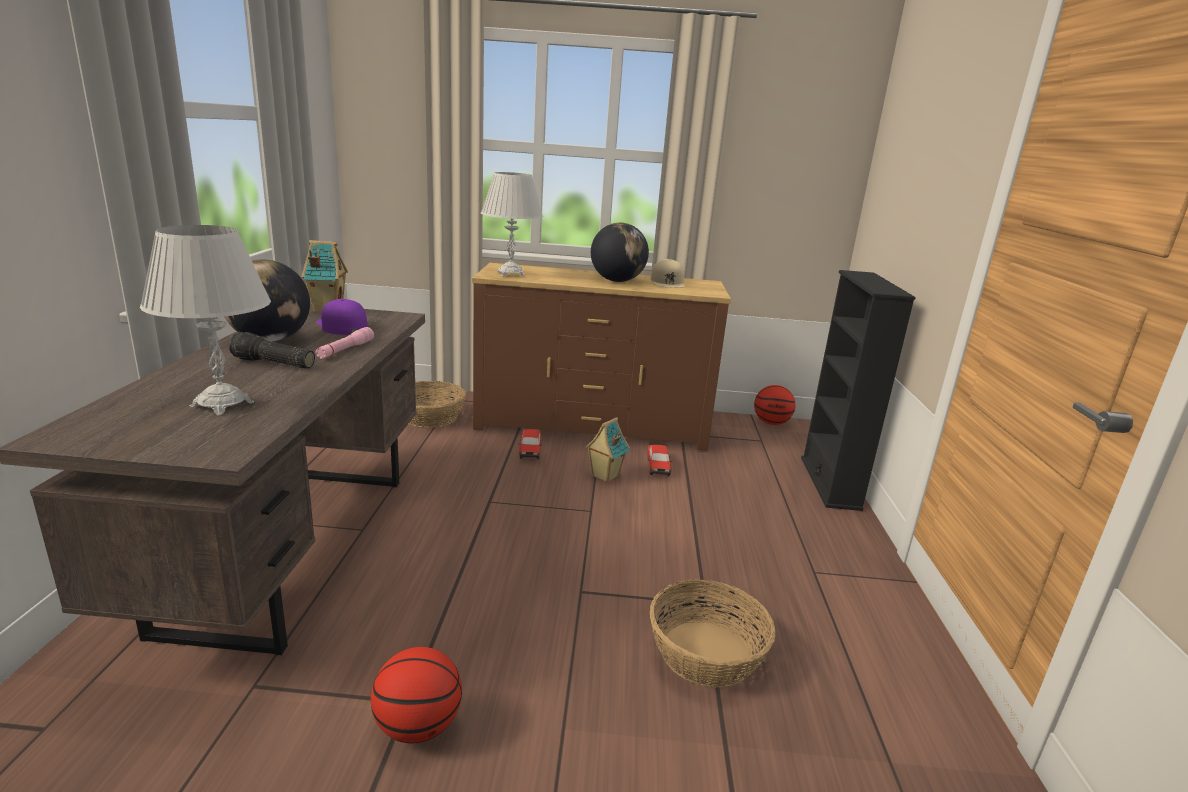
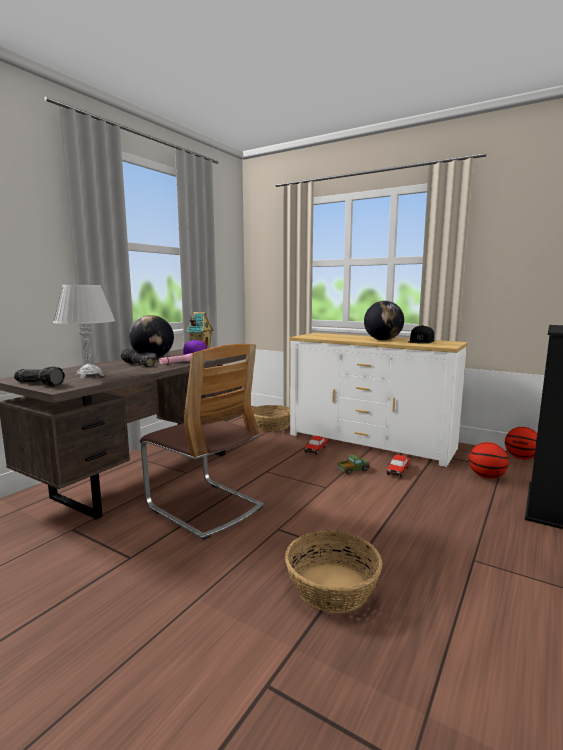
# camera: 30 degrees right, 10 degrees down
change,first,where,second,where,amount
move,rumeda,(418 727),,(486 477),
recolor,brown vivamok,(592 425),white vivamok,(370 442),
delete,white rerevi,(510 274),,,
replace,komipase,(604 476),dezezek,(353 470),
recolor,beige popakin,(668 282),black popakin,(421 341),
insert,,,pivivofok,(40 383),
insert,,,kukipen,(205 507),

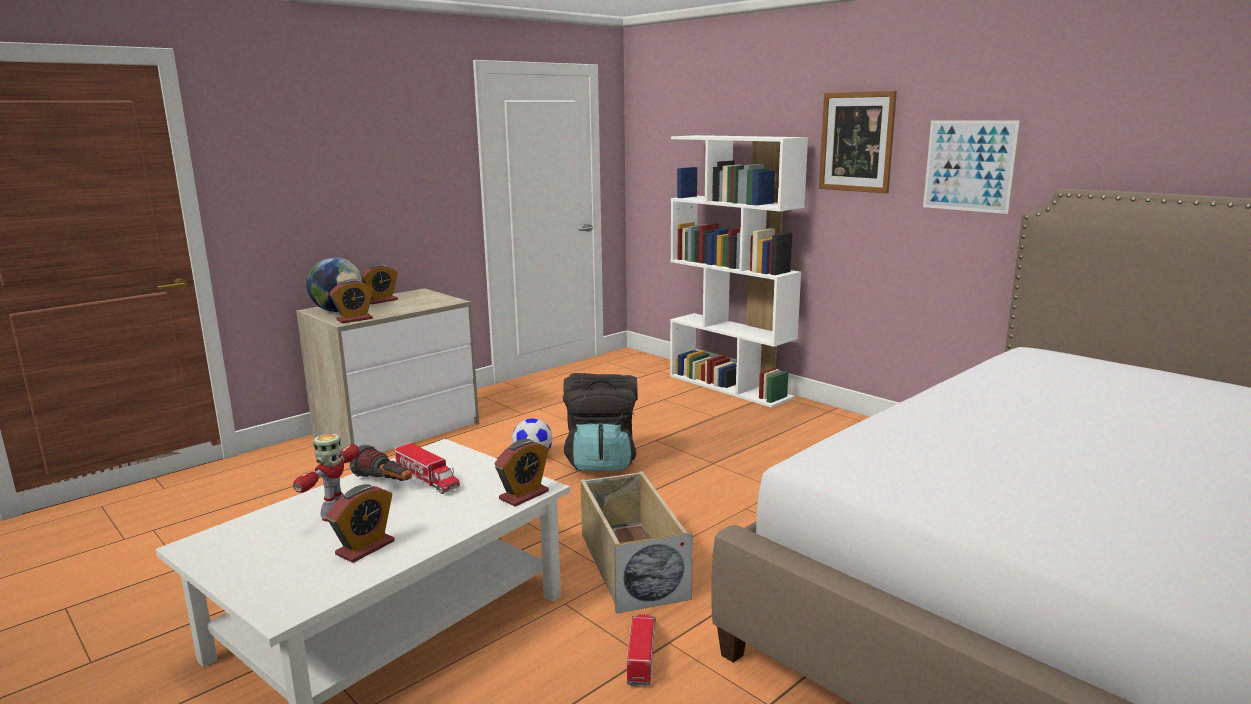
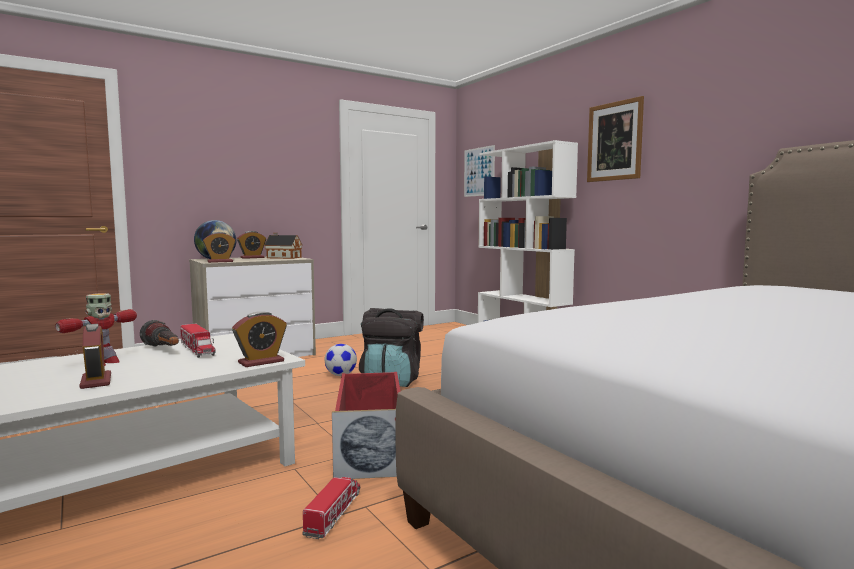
# camera: 10 degrees right, 10 degrees down
change,first,where,second,where,amount
rotate,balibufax,(365 548),,(96 381),75 degrees counterclockwise
recolor,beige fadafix,(631 565),red fadafix,(370 447),
move,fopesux,(969 166),,(479 172),
insert,,,komipase,(283 257),

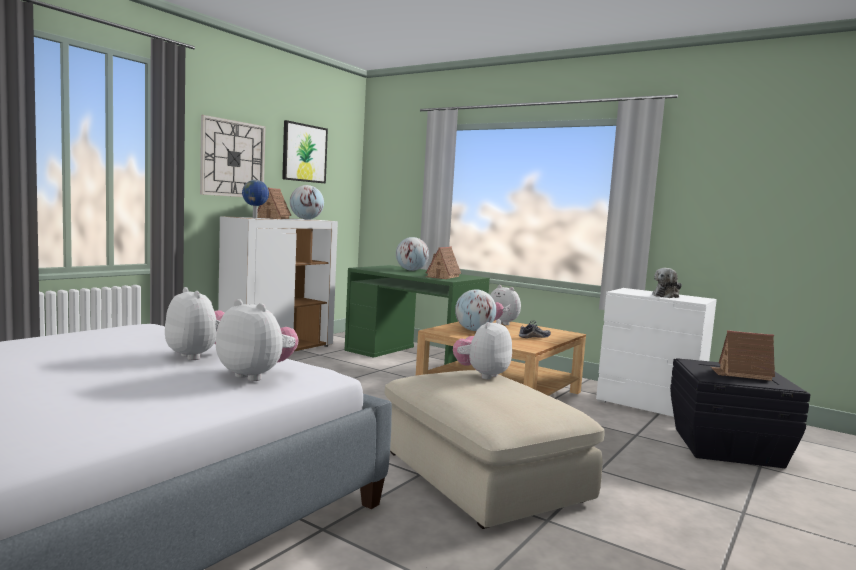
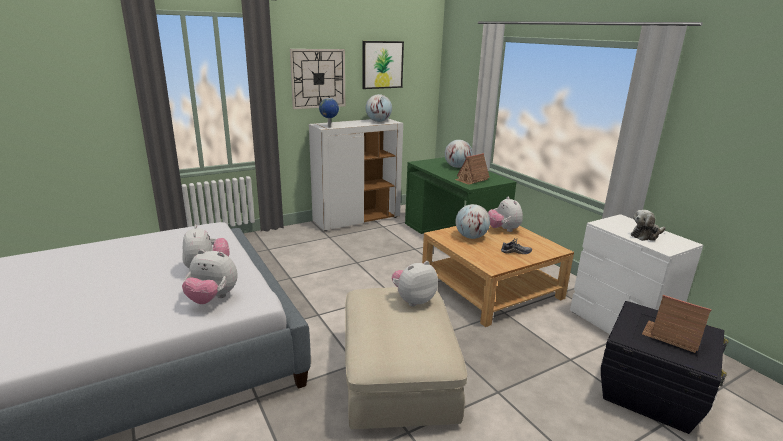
# camera: 25 degrees right, 15 degrees up
change,first,where,second,where,amount
rotate,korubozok,(256 375),,(212 299),135 degrees clockwise
delete,komipase,(272 218),,,

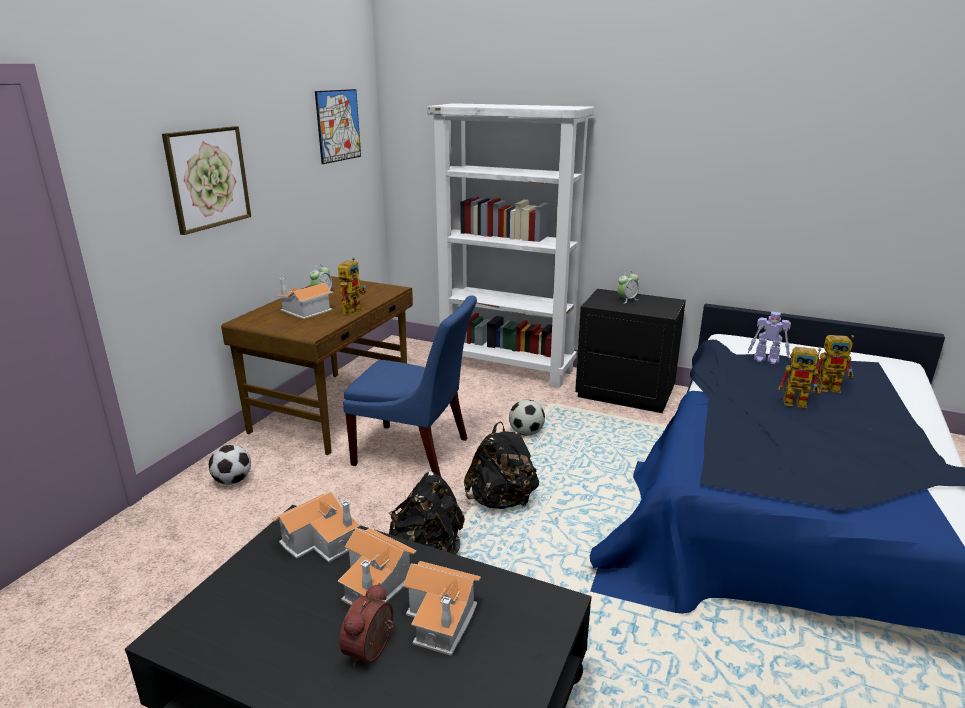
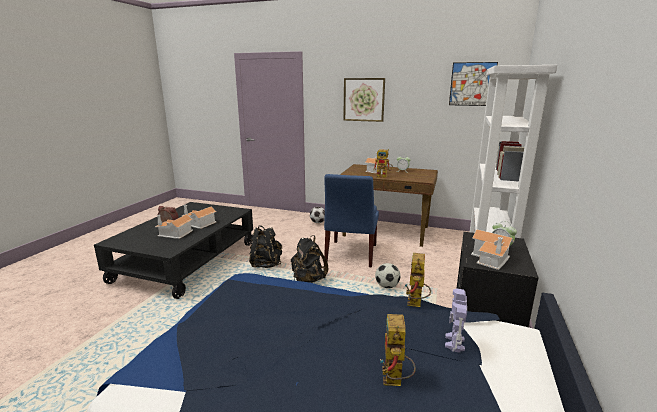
# camera: 85 degrees right, 5 degrees down
change,first,where,second,where,amount
move,komipase,(322 540),,(491 259),
move,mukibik,(800 403),,(416 304),

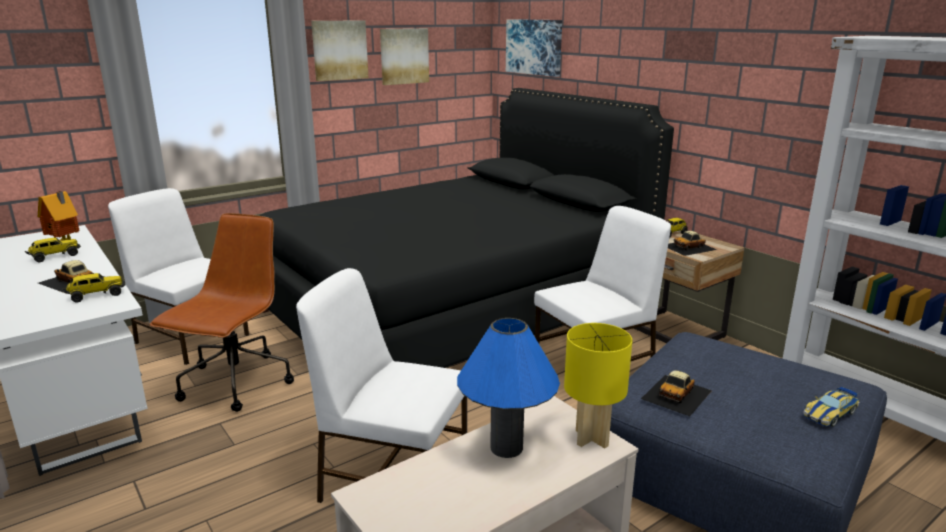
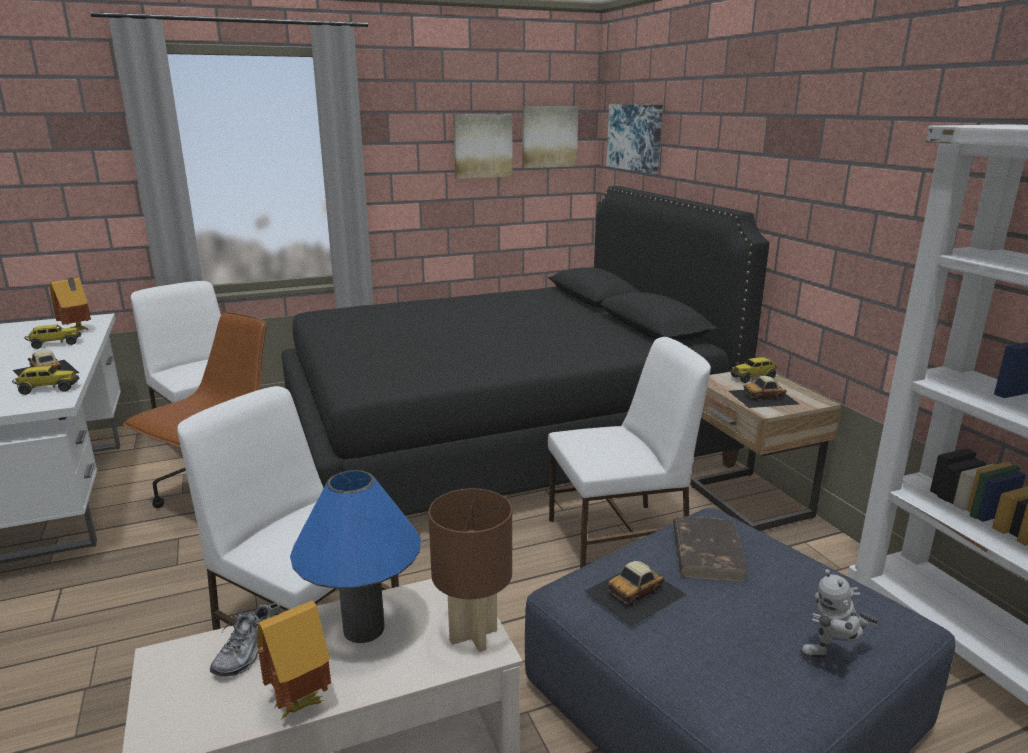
# camera: 15 degrees right, 0 degrees up
change,first,where,second,where,amount
move,fopesux,(339 50),,(549 136),
recolor,yellow rerevi,(592 438),brown rerevi,(474 636),
replace,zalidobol,(830 413),mukibik,(834 656),
insert,,,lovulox,(246 651),
insert,,,komipase,(297 701),
insert,,,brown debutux,(707 552),

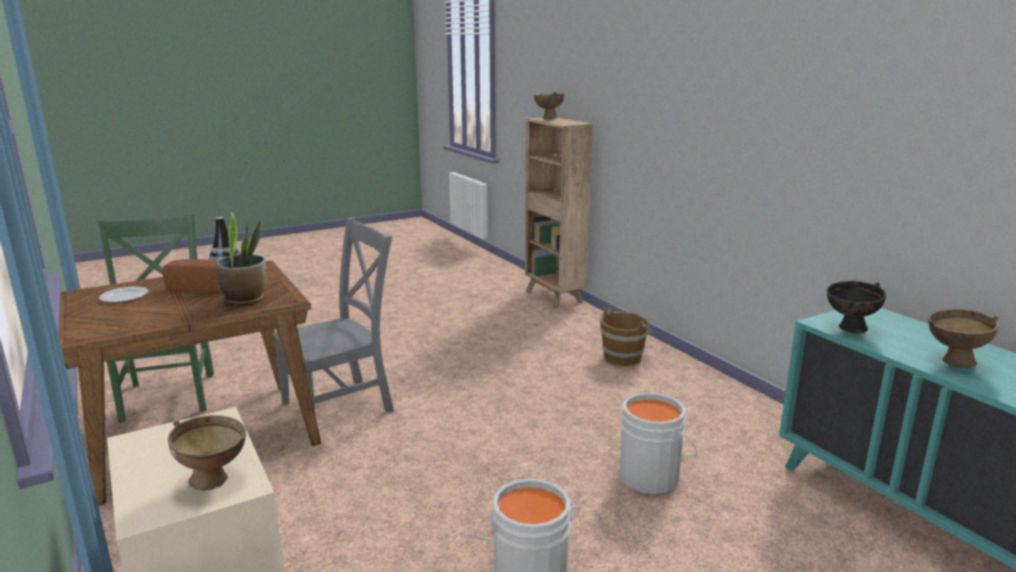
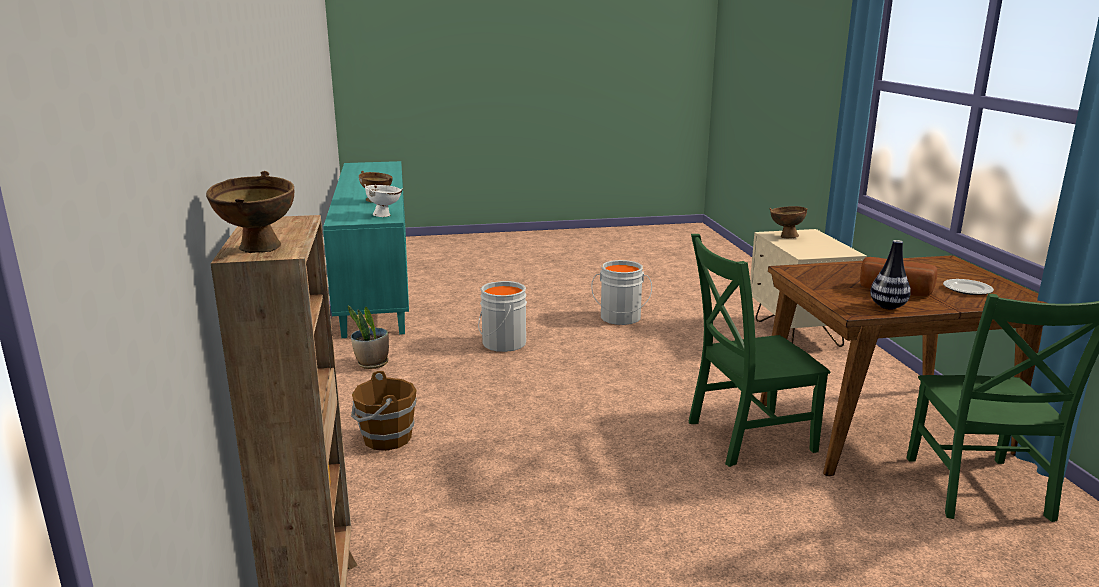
# camera: 160 degrees left, 0 degrees up
change,first,where,second,where,amount
move,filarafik,(245 299),,(372 364),
recolor,grey kukipen,(342 406),green kukipen,(745 437),
recolor,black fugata,(848 329),white fugata,(385 215),

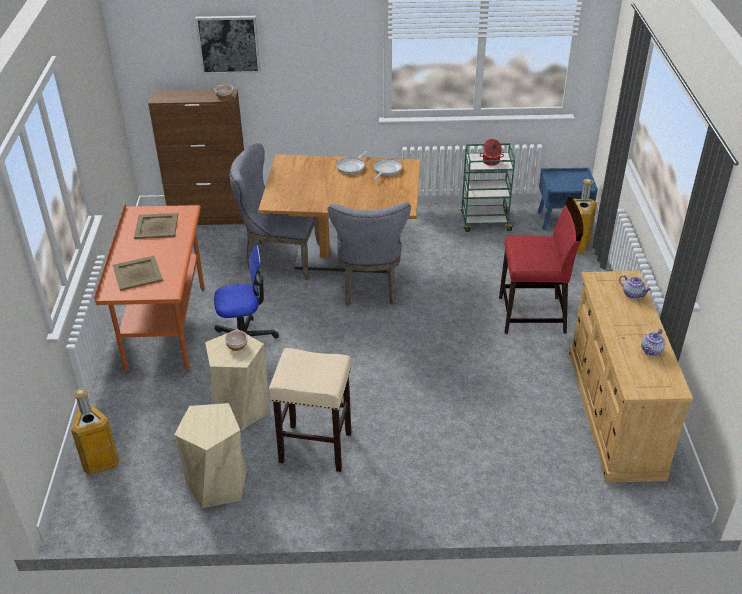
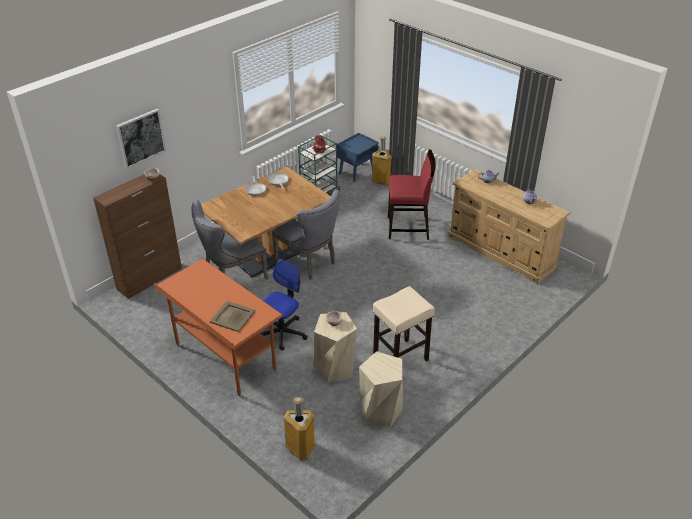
# camera: 45 degrees left, 0 degrees up
change,first,where,second,where,amount
delete,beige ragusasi,(156 226),,,
rotate,red kukipen,(533 315),,(408 228),45 degrees clockwise

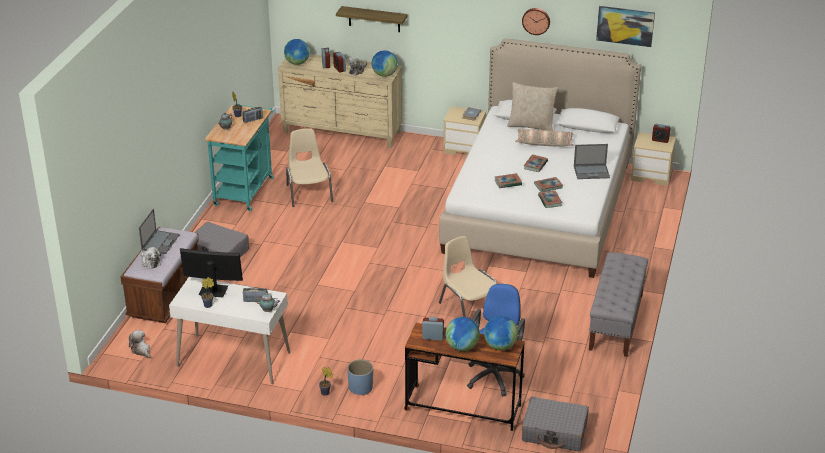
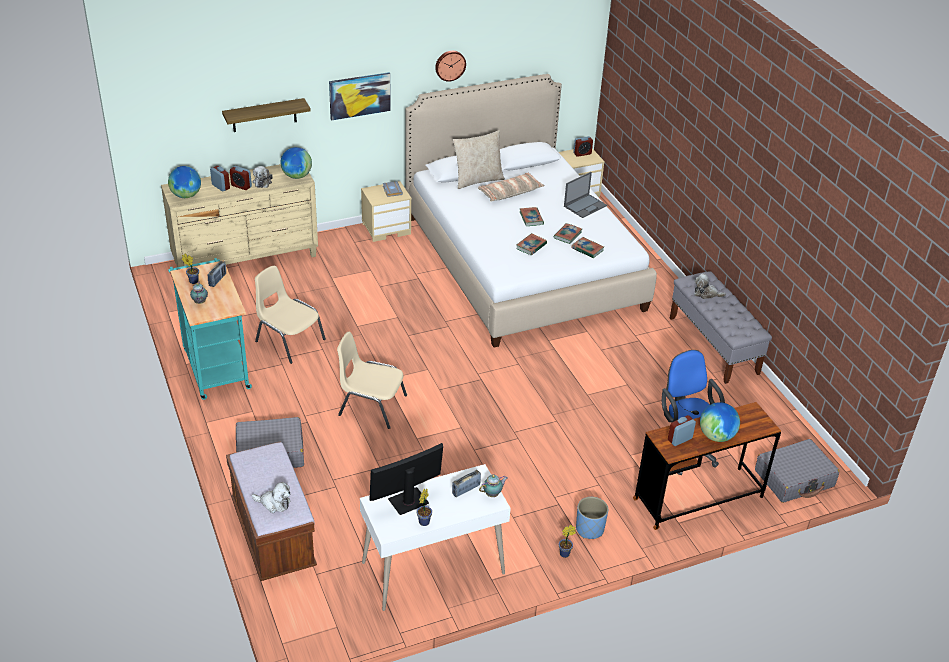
# camera: 40 degrees left, 5 degrees up
change,first,where,second,where,amount
move,korubozok,(141 350),,(706 294),
delete,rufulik,(160 242),,,
move,beige kukipen,(469 306),,(371 405),
delete,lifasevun,(500 346),,,
move,fopesux,(625 25),,(359 95),

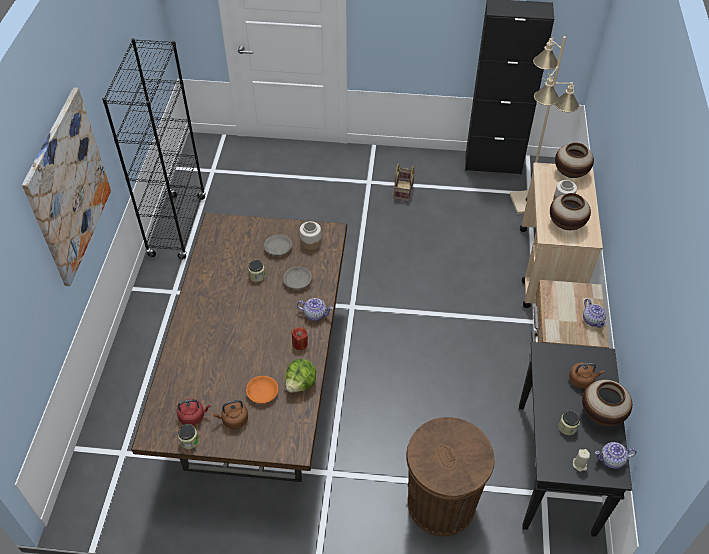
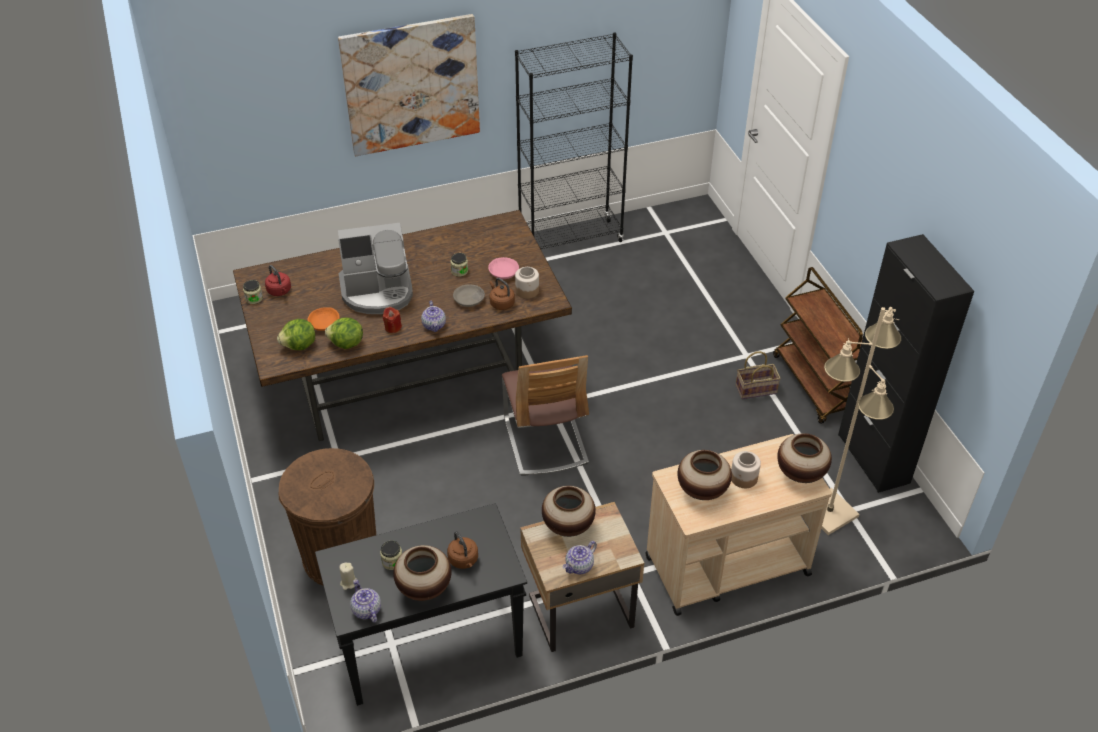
# camera: 65 degrees right, 5 degrees down
change,first,where,second,where,amount
move,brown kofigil,(233 420),,(501 303),
recolor,grey fugata,(278 249),pink fugata,(503 272),
insert,,,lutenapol,(299 346),
insert,,,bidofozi,(378 292),
insert,,,kukipen,(545 440),
insert,,,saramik,(568 526),
insert,,,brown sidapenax,(816 385),

